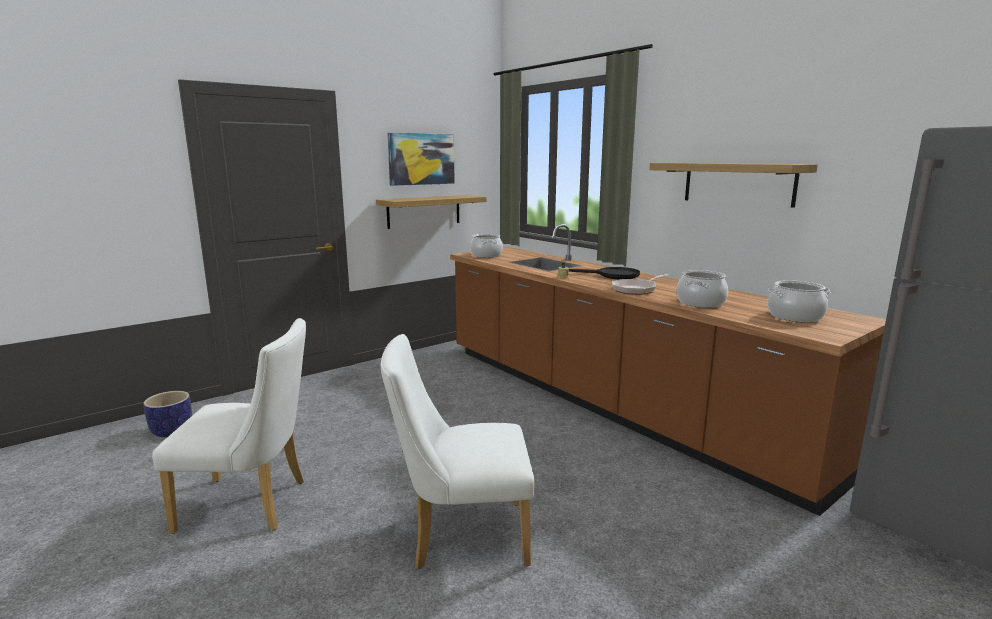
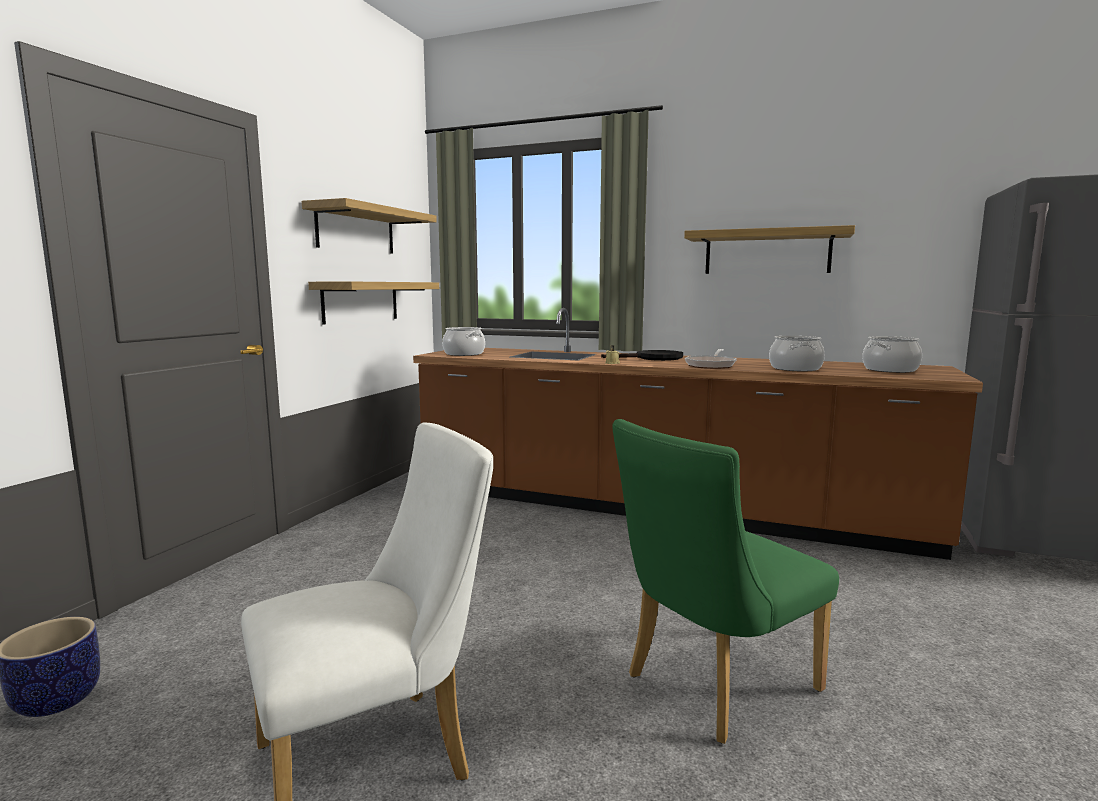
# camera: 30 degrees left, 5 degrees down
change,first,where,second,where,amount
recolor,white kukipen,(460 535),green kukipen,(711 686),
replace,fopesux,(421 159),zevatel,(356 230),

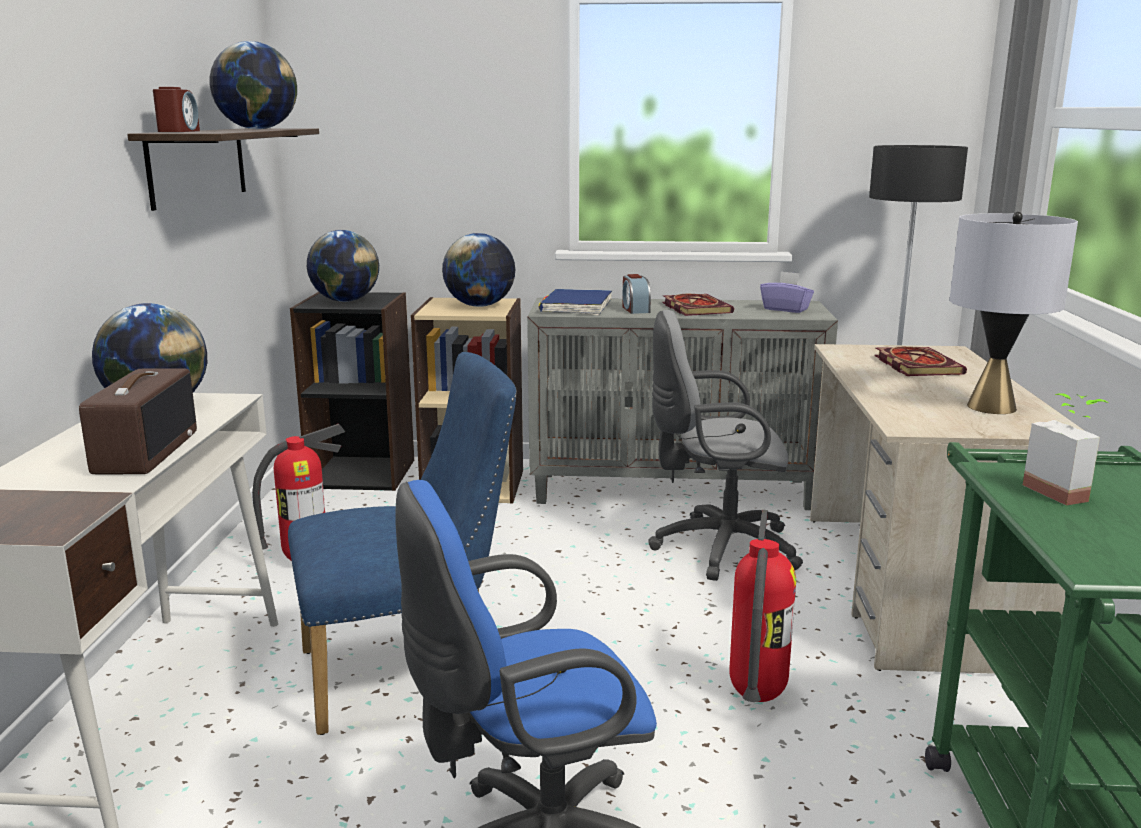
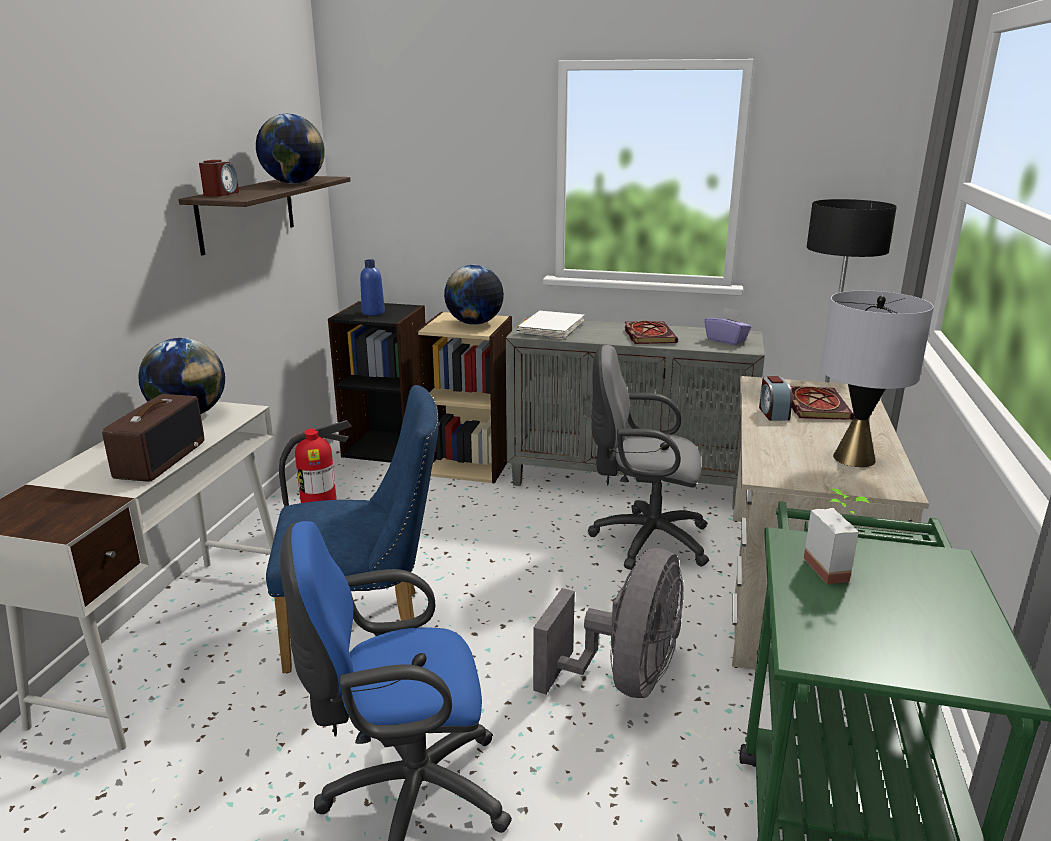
# camera: 10 degrees right, 5 degrees up
change,first,where,second,where,amount
replace,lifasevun,(345 301),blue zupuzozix,(373 312),
recolor,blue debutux,(576 306),white debutux,(551 328),
move,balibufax,(635 309),,(773 413),
replace,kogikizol,(755 696),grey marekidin,(624 679),

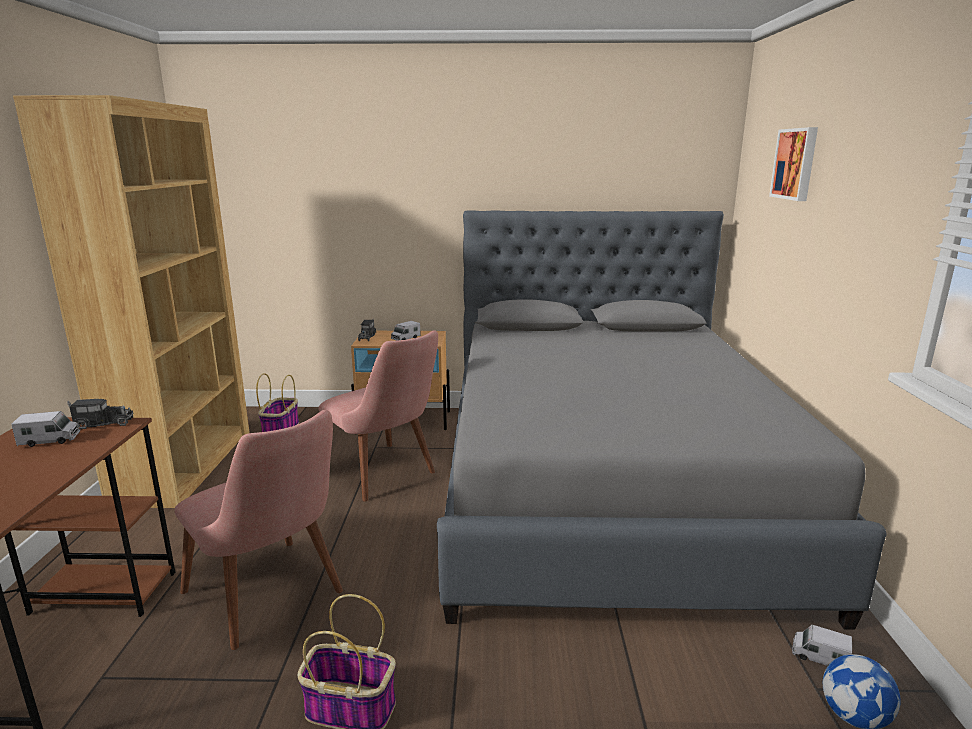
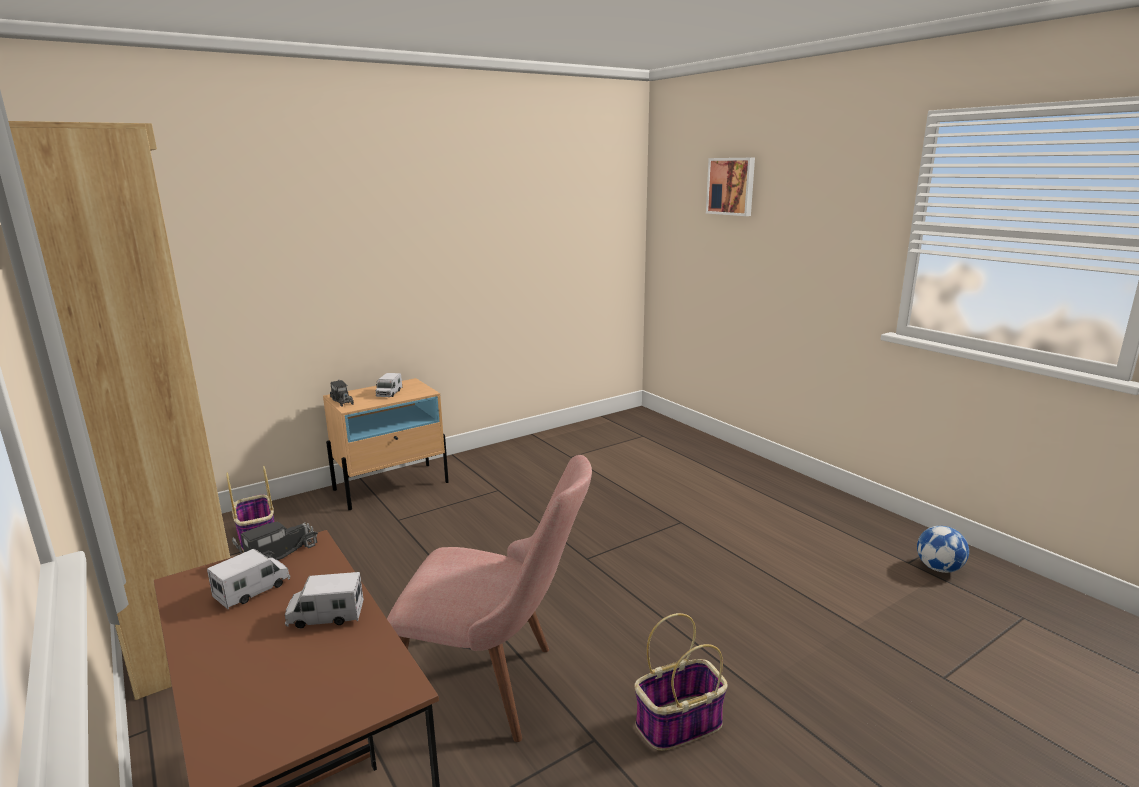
# camera: 35 degrees left, 0 degrees up
change,first,where,second,where,amount
delete,pink kukipen,(386 476),,,
delete,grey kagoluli,(606 488),,,
move,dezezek,(819 657),,(326 616),

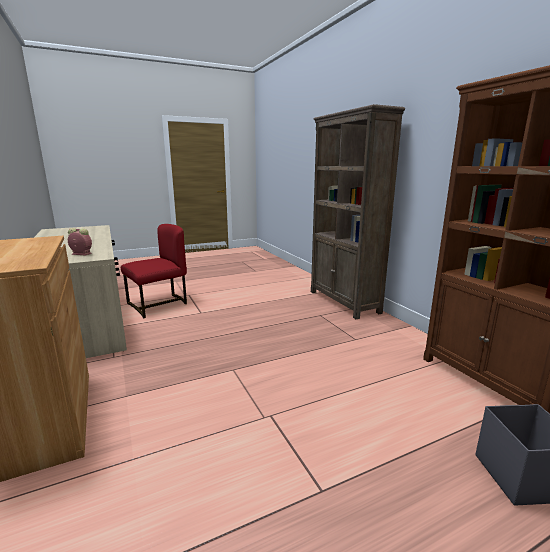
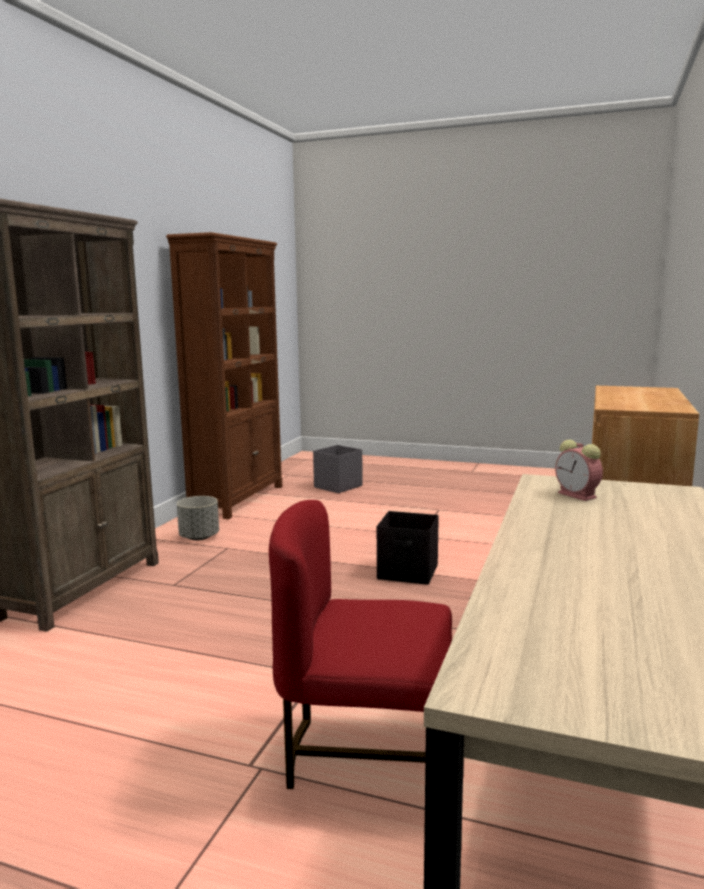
# camera: 135 degrees left, 5 degrees down
change,first,where,second,where,amount
insert,,,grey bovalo,(199 537),
insert,,,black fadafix,(408 572),

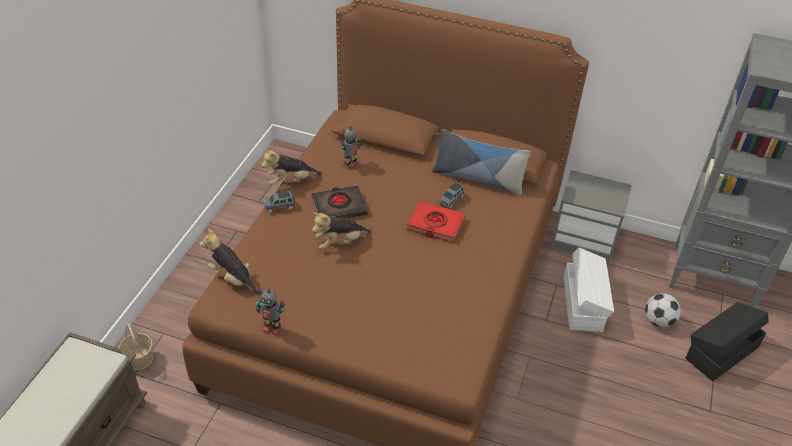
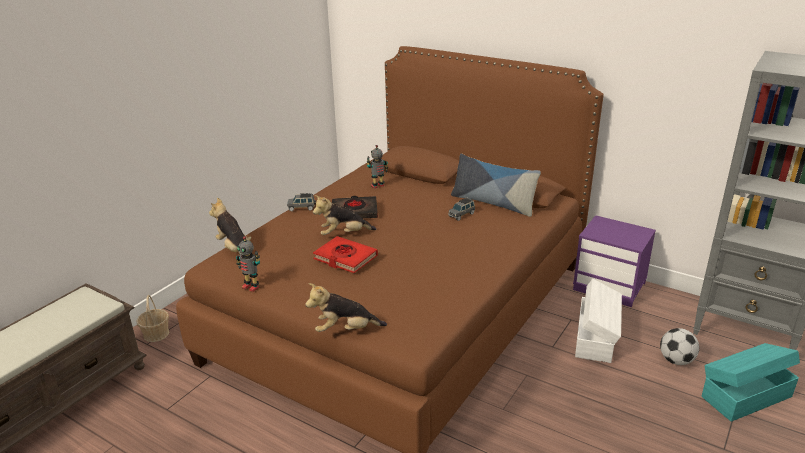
# camera: 15 degrees right, 15 degrees down
change,first,where,second,where,amount
move,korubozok,(290 181),,(345 330),
move,red debutux,(435 225),,(345 258),
recolor,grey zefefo,(585 238),purple zefefo,(610 286),
recolor,black fadafix,(720 352),turquoise fadafix,(744 396),

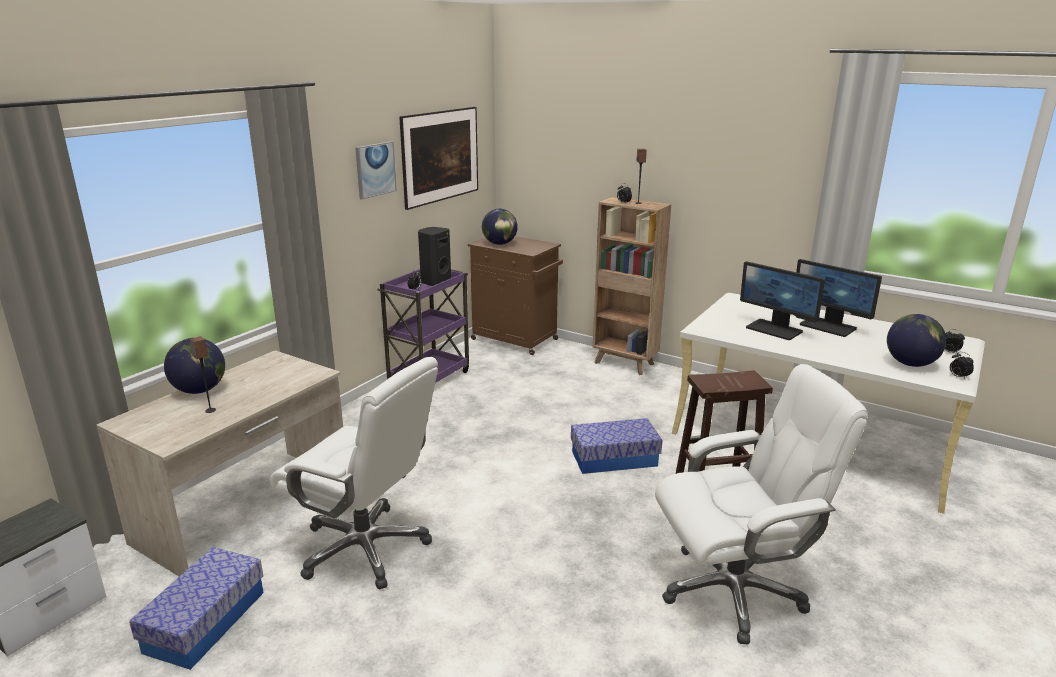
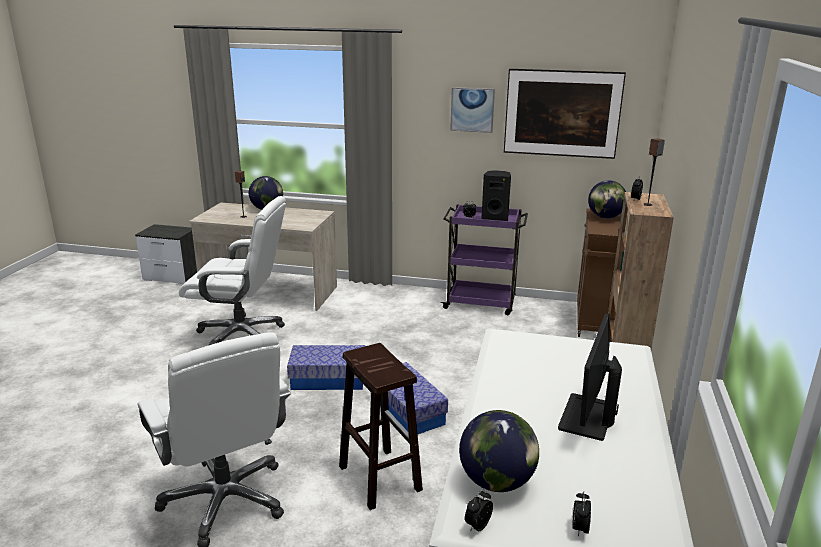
# camera: 70 degrees right, 0 degrees up
change,first,where,second,where,amount
move,fadafix,(205 621),,(328 379),
rotate,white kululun,(365 548),,(241 335),90 degrees counterclockwise
delete,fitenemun,(775 329),,,

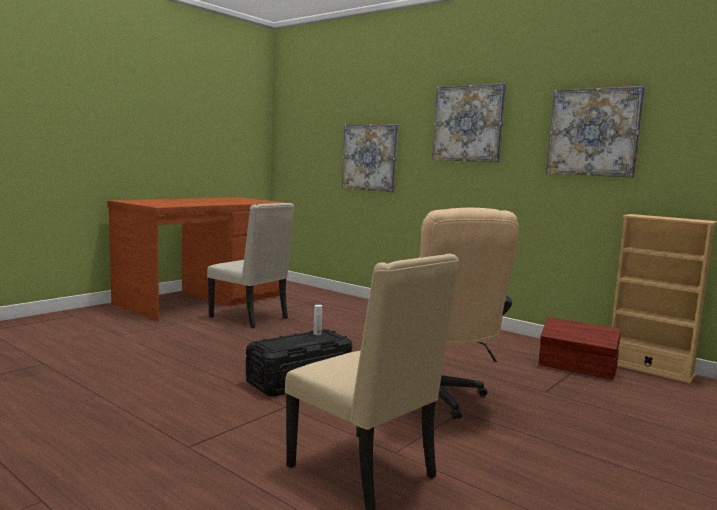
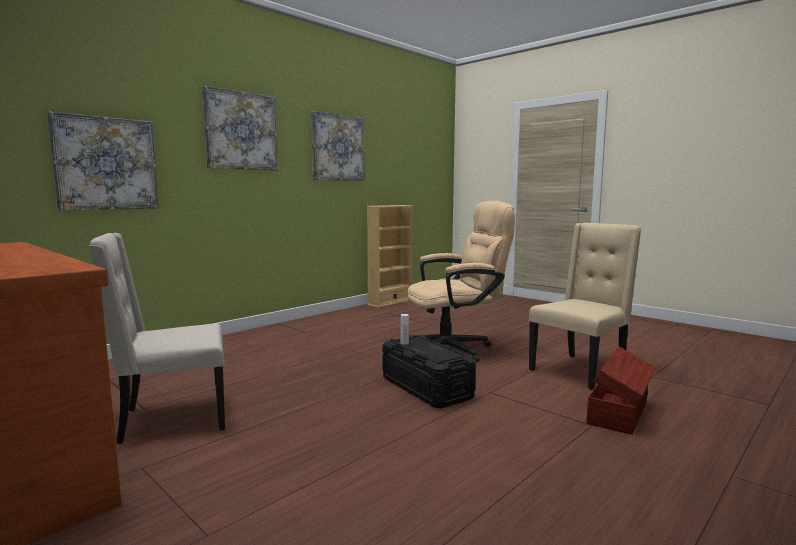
# camera: 85 degrees left, 0 degrees up
change,first,where,second,where,amount
rotate,beige kukipen,(251 318),,(172 419),150 degrees counterclockwise
move,brown fadafix,(577 368),,(619 412),

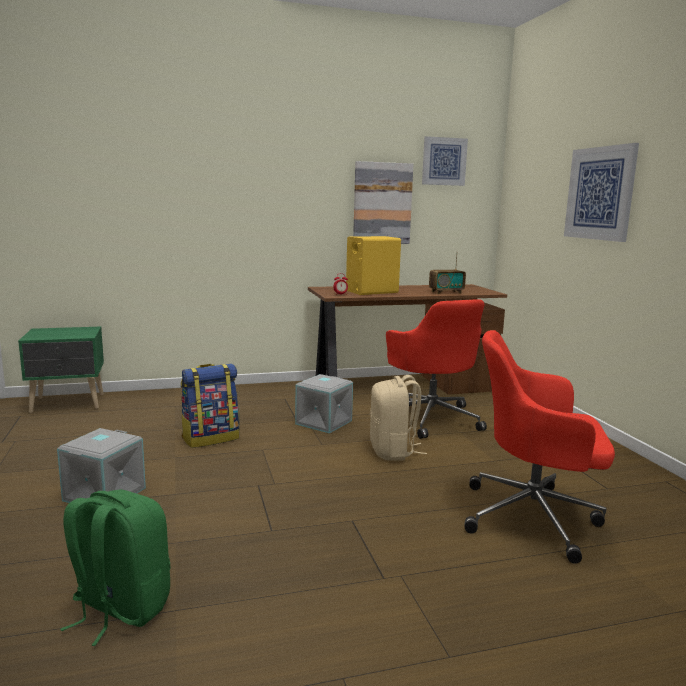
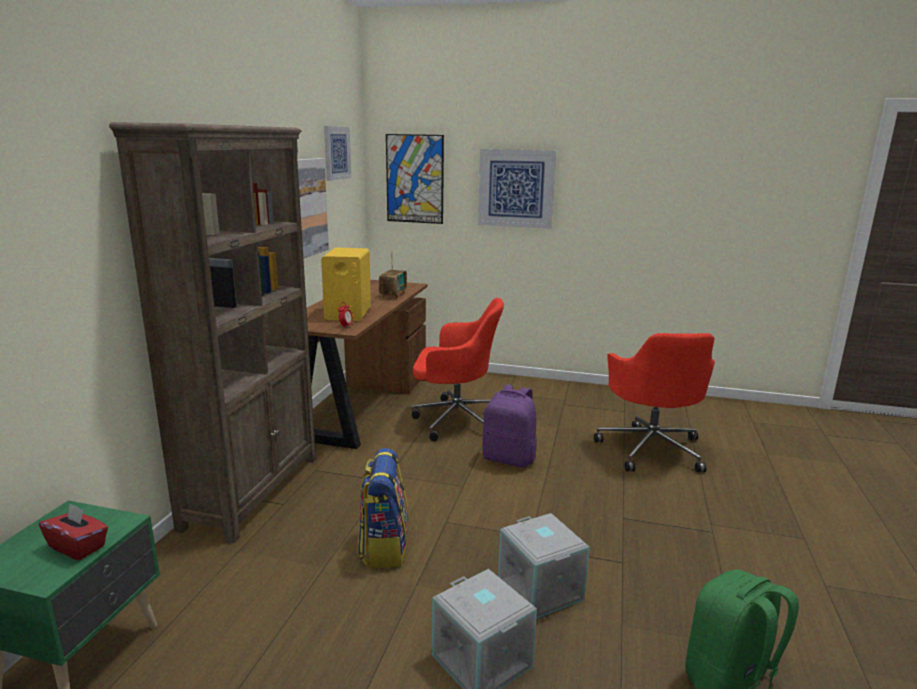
# camera: 60 degrees left, 5 degrees up
change,first,where,second,where,amount
move,grey fadafix,(324 422),,(541 590),
recolor,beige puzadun,(393 451),purple puzadun,(509 459),
rotate,red kululun,(534 517),,(651 448),45 degrees counterclockwise
insert,,,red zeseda,(78 547),
insert,,,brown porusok,(253 490),
insert,,,fopesux,(414 179),

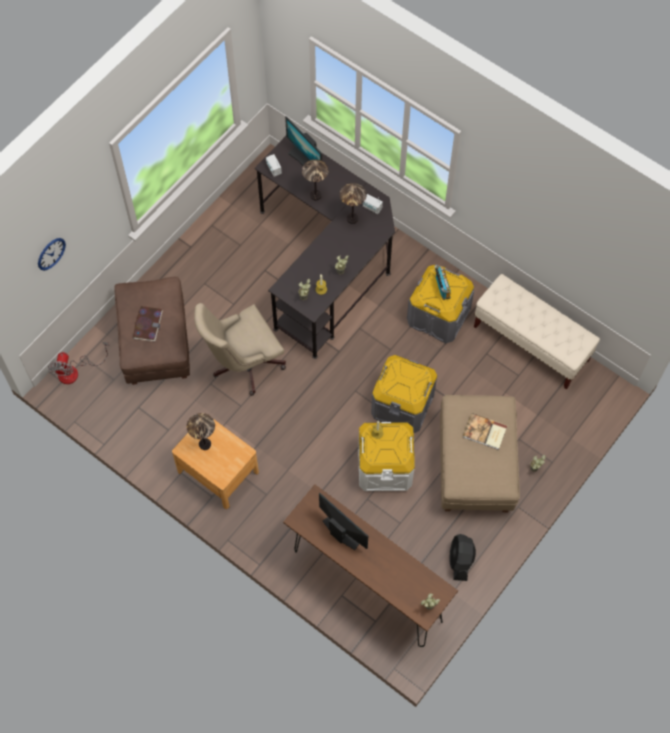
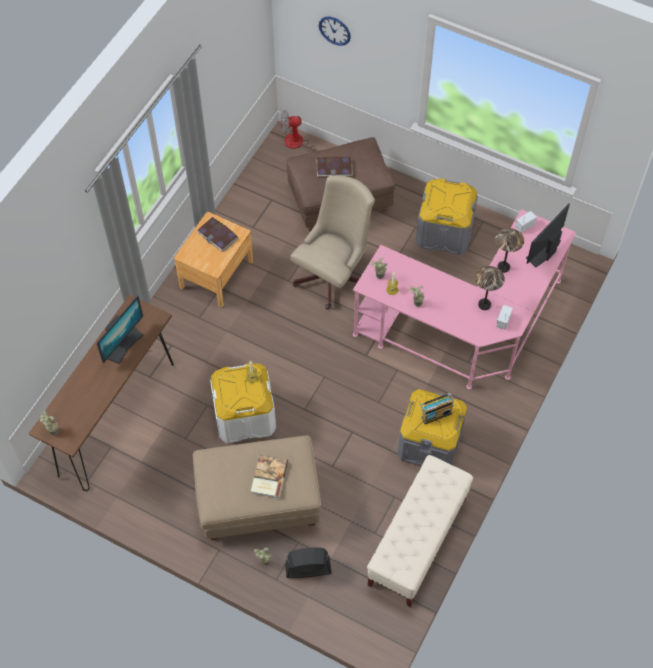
# camera: 80 degrees right, 5 degrees down
change,first,where,second,where,amount
replace,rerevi,(204 444),debutux,(218 235),
rotate,beige kululun,(243 364),,(334 274),75 degrees clockwise
recolor,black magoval,(326 263),pink magoval,(466 328),
move,grey fadafix,(402 404),,(444 231),
move,black marekidin,(460 560),,(308 569),

